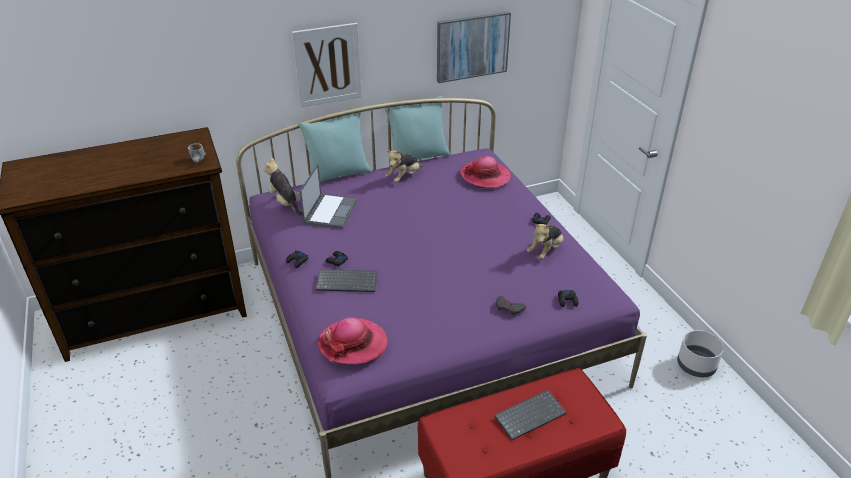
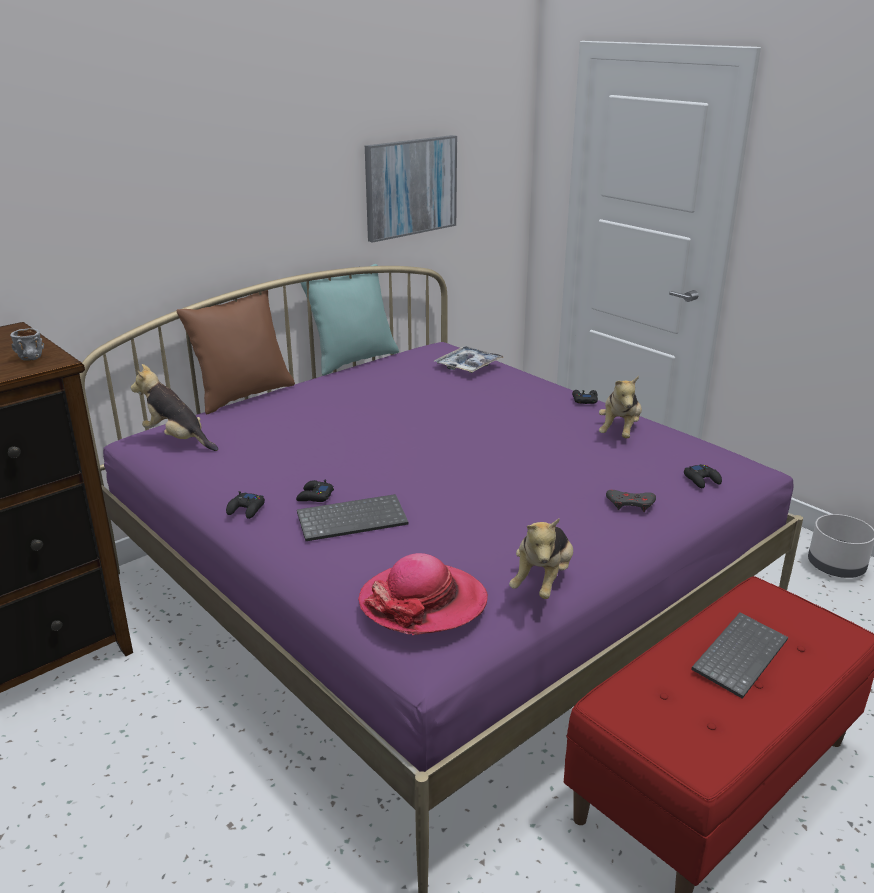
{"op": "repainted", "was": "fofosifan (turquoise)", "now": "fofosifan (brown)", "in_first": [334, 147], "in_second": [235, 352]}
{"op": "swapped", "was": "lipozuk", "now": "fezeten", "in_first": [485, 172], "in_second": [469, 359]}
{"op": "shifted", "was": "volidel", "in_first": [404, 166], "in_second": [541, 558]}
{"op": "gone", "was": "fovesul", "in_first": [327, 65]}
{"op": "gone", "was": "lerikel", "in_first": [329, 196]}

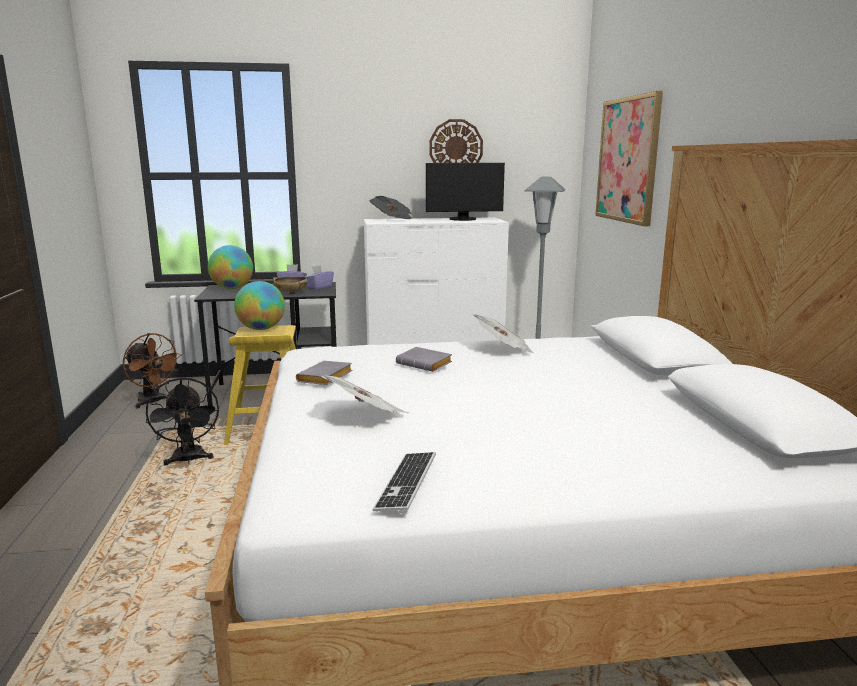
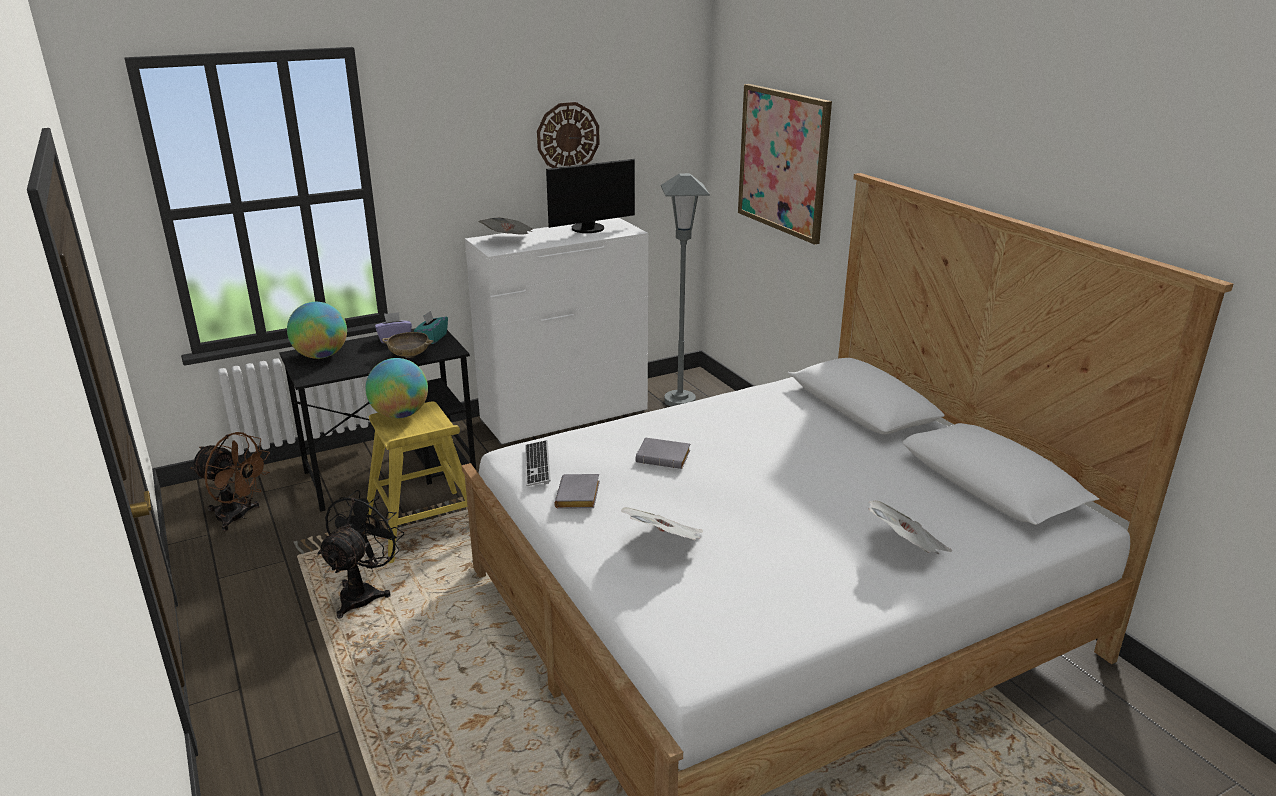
{"op": "rotated", "was": "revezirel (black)", "in_first": [182, 421], "in_second": [360, 554], "clockwise": -120}
{"op": "repainted", "was": "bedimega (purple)", "now": "bedimega (turquoise)", "in_first": [320, 277], "in_second": [431, 327]}
{"op": "shifted", "was": "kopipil", "in_first": [404, 482], "in_second": [538, 463]}
{"op": "shifted", "was": "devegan", "in_first": [503, 334], "in_second": [910, 527]}

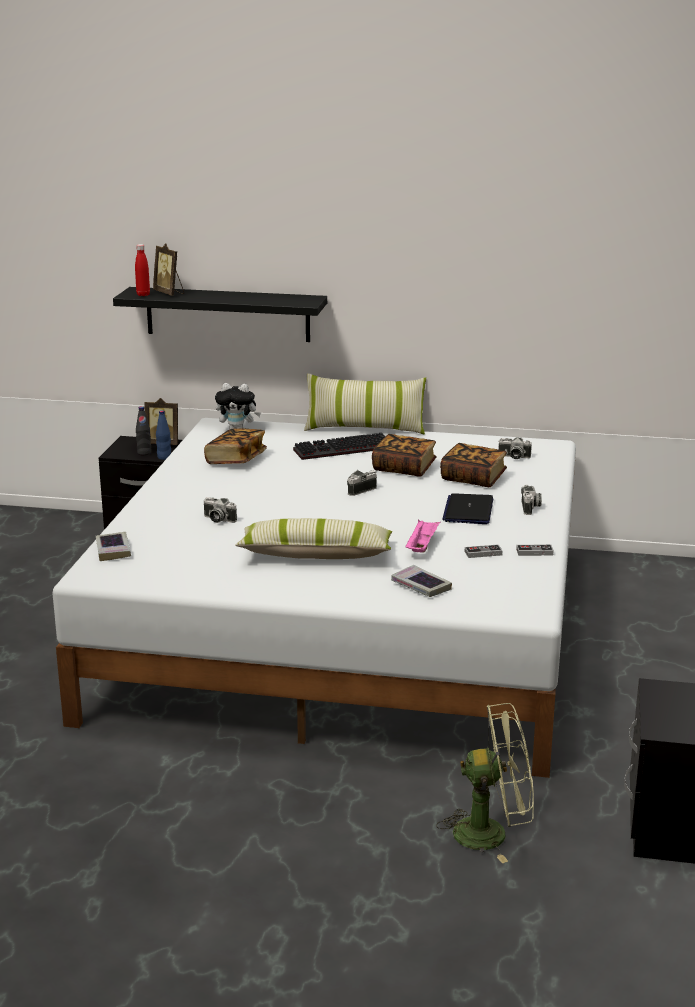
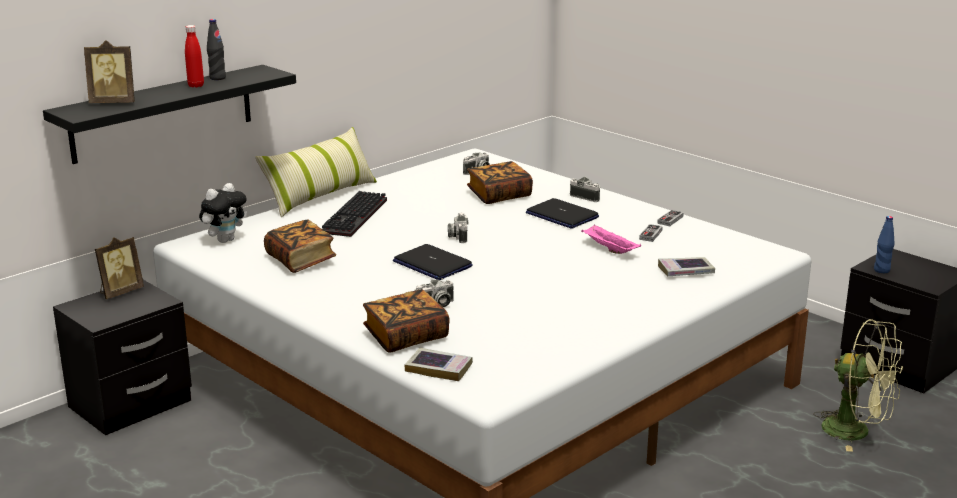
{"op": "shifted", "was": "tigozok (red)", "in_first": [142, 270], "in_second": [194, 56]}
{"op": "shifted", "was": "tigozok (black)", "in_first": [143, 431], "in_second": [216, 49]}
{"op": "shifted", "was": "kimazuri", "in_first": [404, 455], "in_second": [406, 321]}
{"op": "new", "now": "lerikel", "in_second": [433, 262]}
{"op": "rotated", "was": "revezirel (green)", "in_first": [485, 783], "in_second": [858, 385], "clockwise": 90}
{"op": "shifted", "was": "tigozok (blue)", "in_first": [163, 435], "in_second": [884, 244]}
{"op": "gone", "was": "fofosifan", "in_first": [313, 538]}

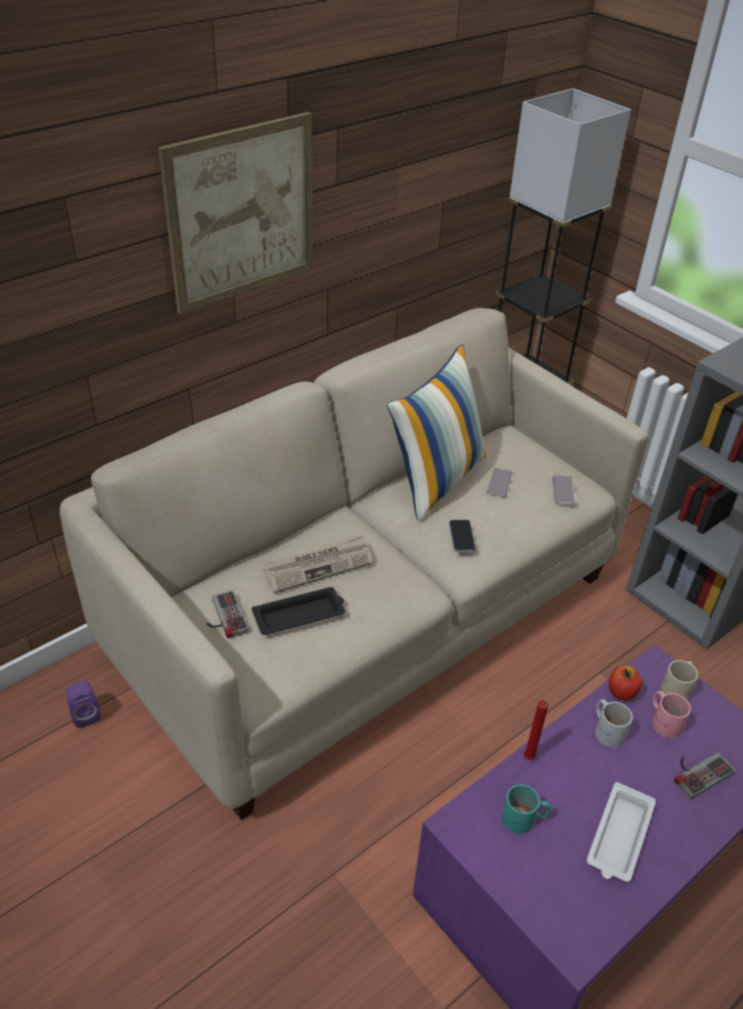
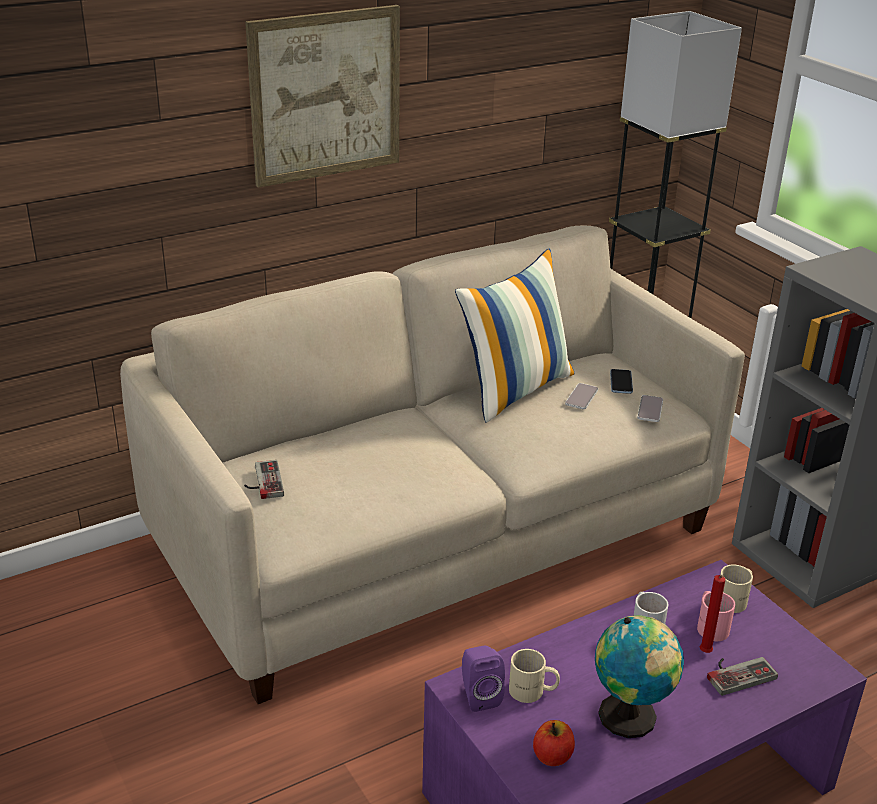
{"op": "shifted", "was": "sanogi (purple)", "in_first": [83, 704], "in_second": [483, 679]}
{"op": "repainted", "was": "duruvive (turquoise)", "now": "duruvive (beige)", "in_first": [526, 809], "in_second": [534, 676]}
{"op": "shifted", "was": "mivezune", "in_first": [625, 683], "in_second": [554, 743]}
{"op": "swapped", "was": "fezeten (white)", "now": "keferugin", "in_first": [621, 832], "in_second": [639, 676]}
{"op": "shifted", "was": "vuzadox", "in_first": [462, 536], "in_second": [621, 381]}
{"op": "shifted", "was": "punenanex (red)", "in_first": [536, 730], "in_second": [713, 614]}
{"op": "gone", "was": "fezeten (black)", "in_first": [298, 611]}
{"op": "gone", "was": "devegan", "in_first": [318, 564]}

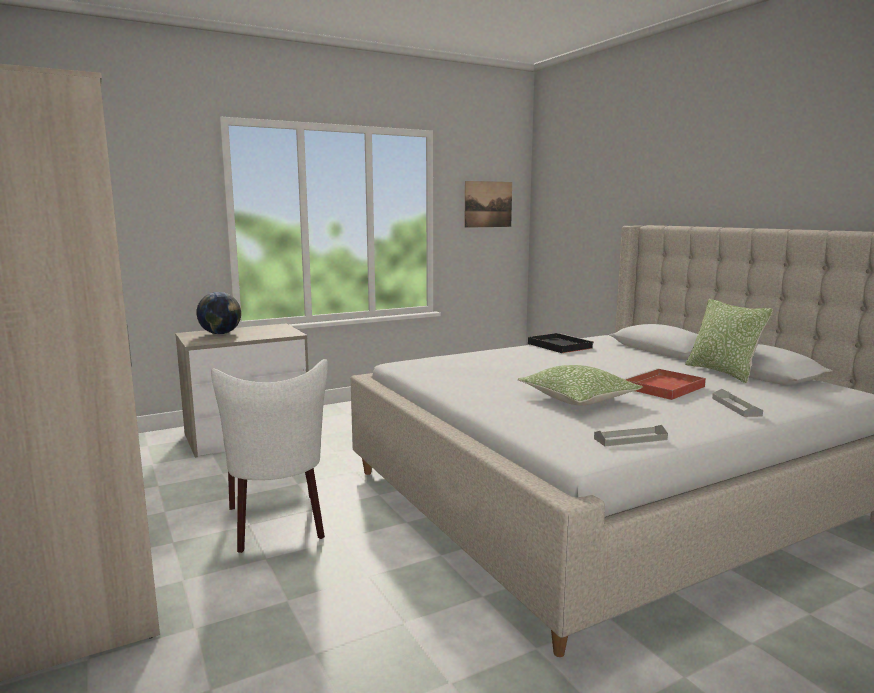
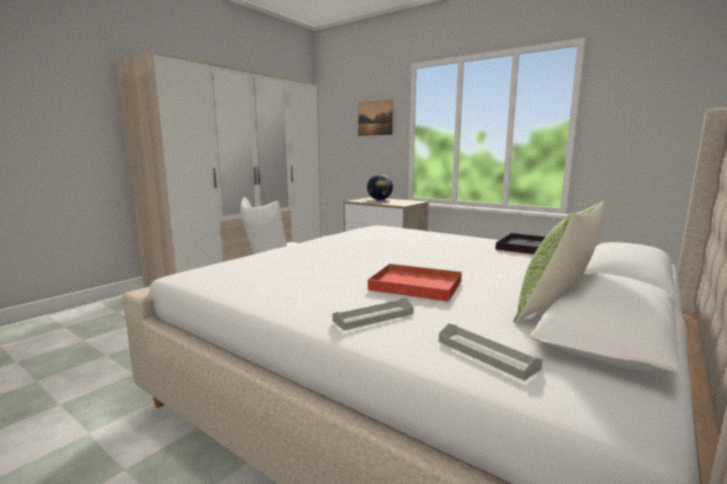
{"op": "shifted", "was": "fovesul", "in_first": [488, 204], "in_second": [375, 117]}
{"op": "shifted", "was": "fezeten (grey)", "in_first": [631, 435], "in_second": [491, 352]}
{"op": "gone", "was": "fofosifan", "in_first": [580, 385]}

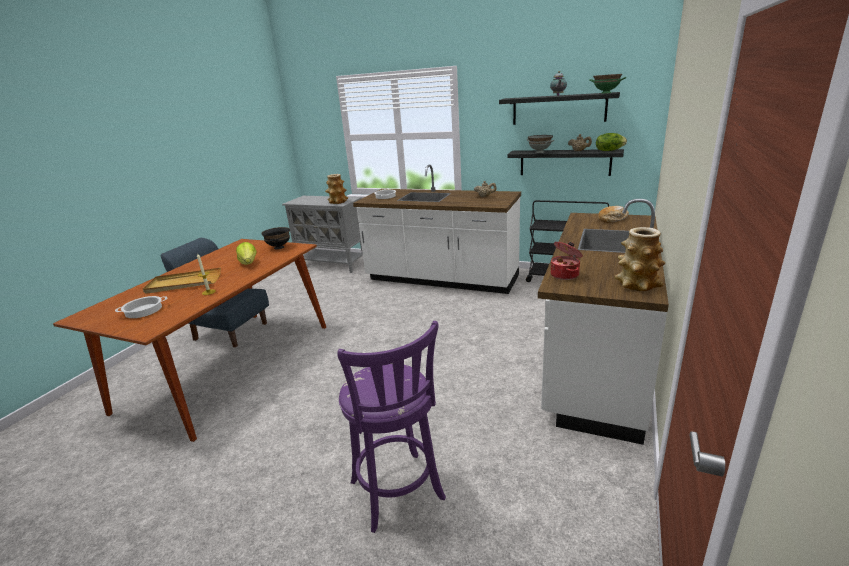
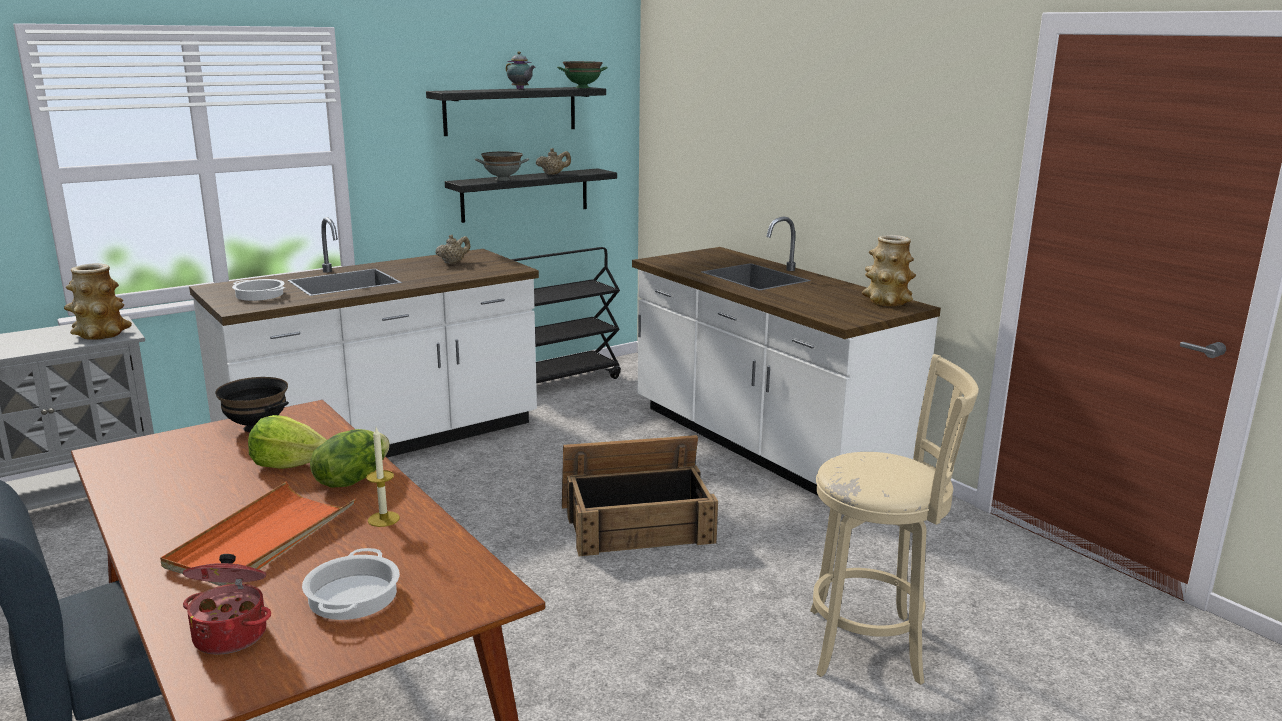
{"op": "repainted", "was": "fezeten (beige)", "now": "fezeten (orange)", "in_first": [182, 281], "in_second": [258, 534]}
{"op": "shifted", "was": "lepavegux", "in_first": [567, 261], "in_second": [227, 604]}
{"op": "shifted", "was": "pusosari", "in_first": [611, 142], "in_second": [350, 458]}
{"op": "new", "now": "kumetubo", "in_second": [640, 495]}
{"op": "repainted", "was": "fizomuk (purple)", "now": "fizomuk (beige)", "in_first": [391, 427], "in_second": [894, 519]}
{"op": "gone", "was": "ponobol", "in_first": [613, 214]}

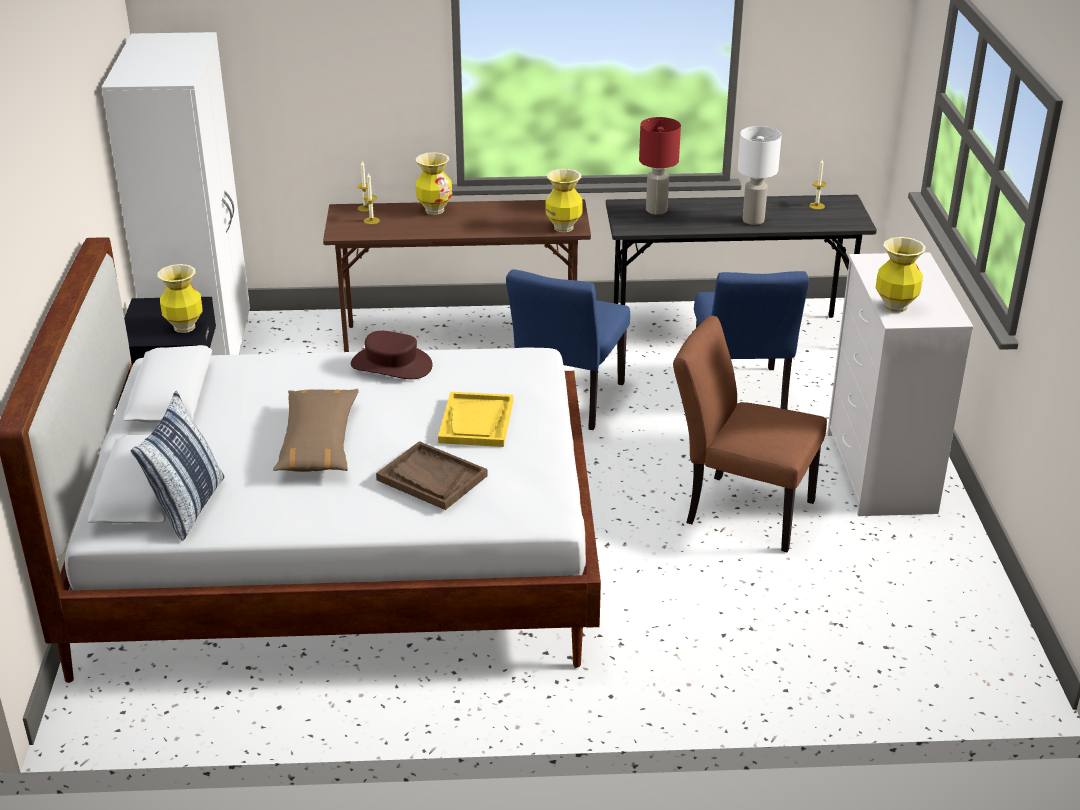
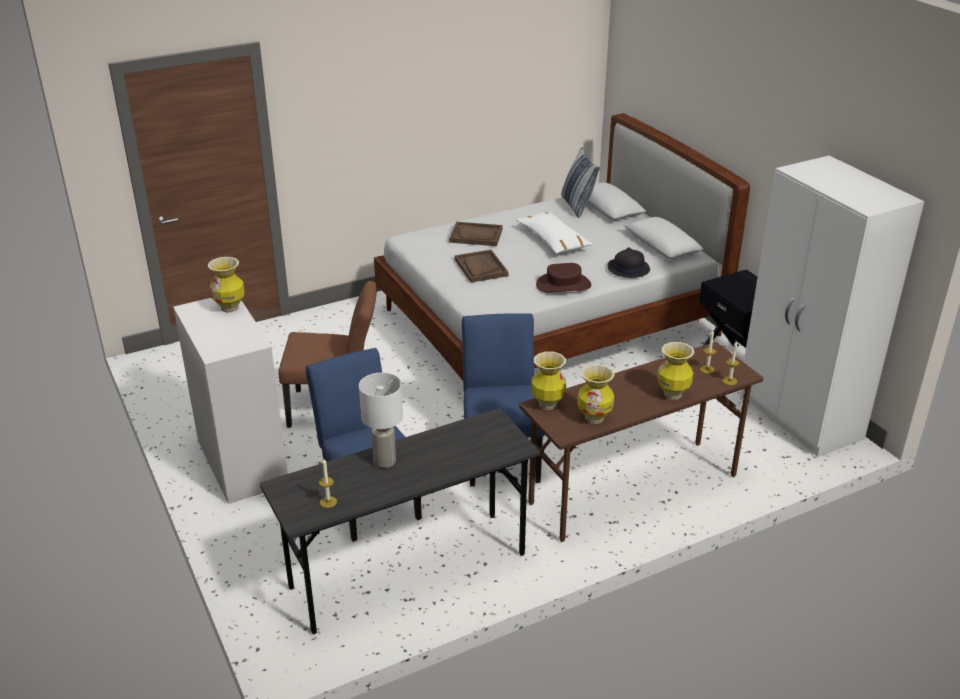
{"op": "repainted", "was": "fezeten (yellow)", "now": "fezeten (brown)", "in_first": [475, 419], "in_second": [481, 266]}
{"op": "repainted", "was": "fofosifan (brown)", "now": "fofosifan (white)", "in_first": [316, 430], "in_second": [554, 233]}
{"op": "shifted", "was": "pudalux", "in_first": [180, 298], "in_second": [596, 394]}
{"op": "new", "now": "lipozuk (black)", "in_second": [628, 263]}
{"op": "gone", "was": "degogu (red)", "in_first": [660, 166]}

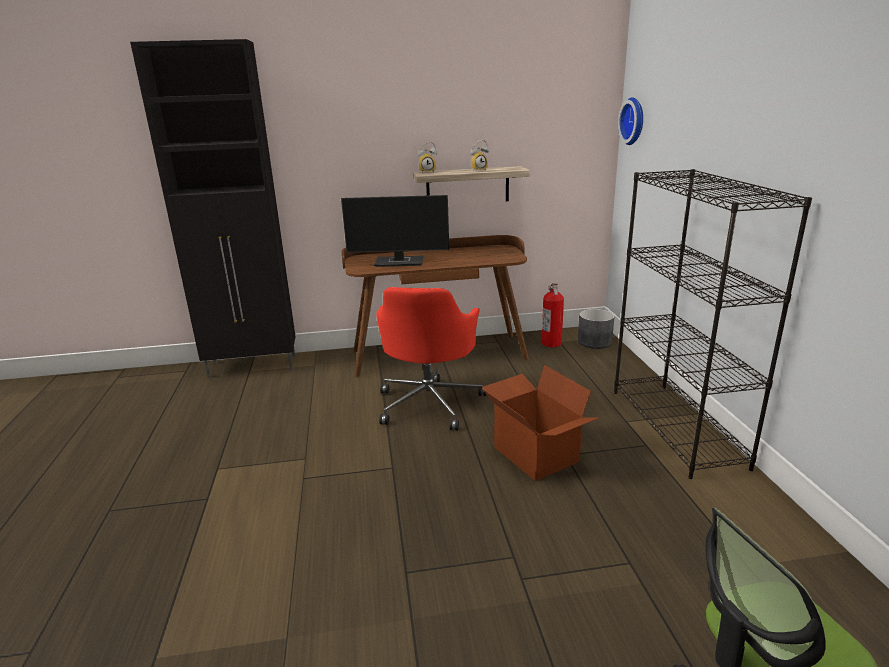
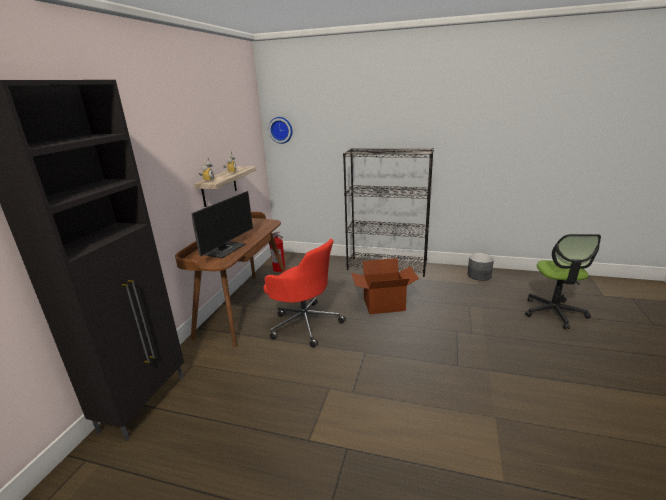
{"op": "shifted", "was": "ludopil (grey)", "in_first": [596, 329], "in_second": [480, 267]}

